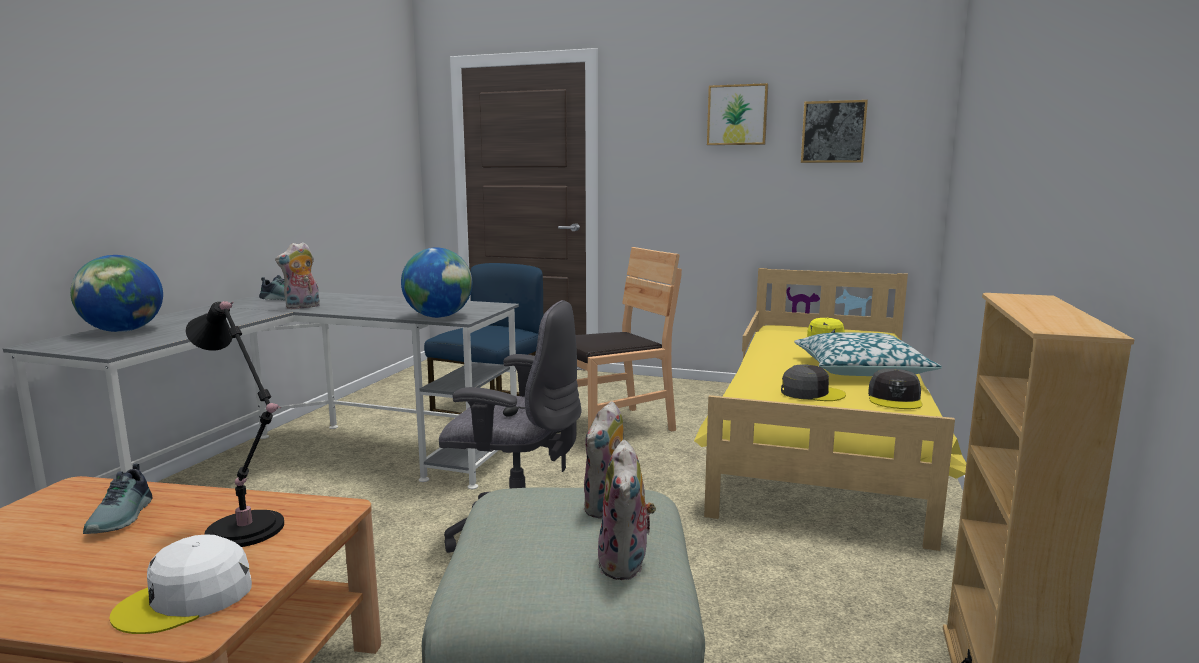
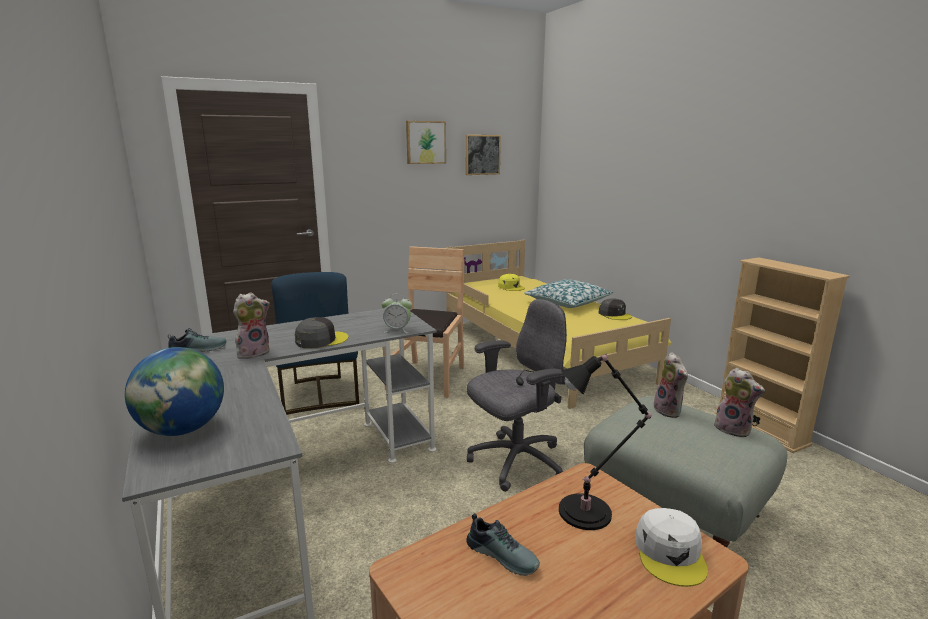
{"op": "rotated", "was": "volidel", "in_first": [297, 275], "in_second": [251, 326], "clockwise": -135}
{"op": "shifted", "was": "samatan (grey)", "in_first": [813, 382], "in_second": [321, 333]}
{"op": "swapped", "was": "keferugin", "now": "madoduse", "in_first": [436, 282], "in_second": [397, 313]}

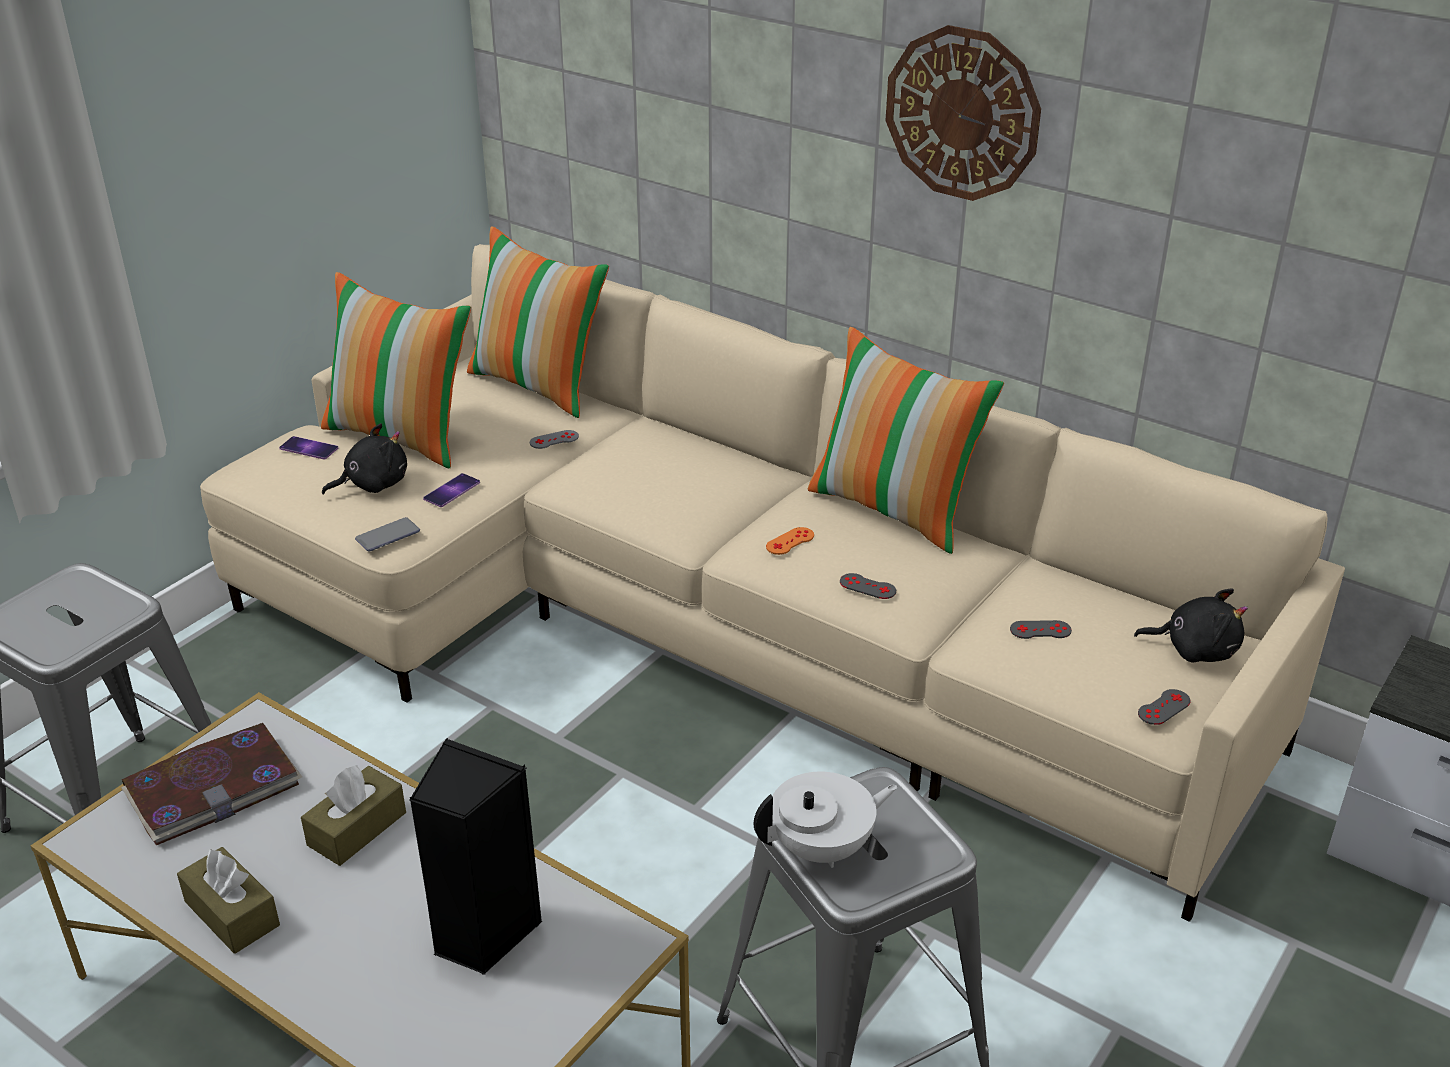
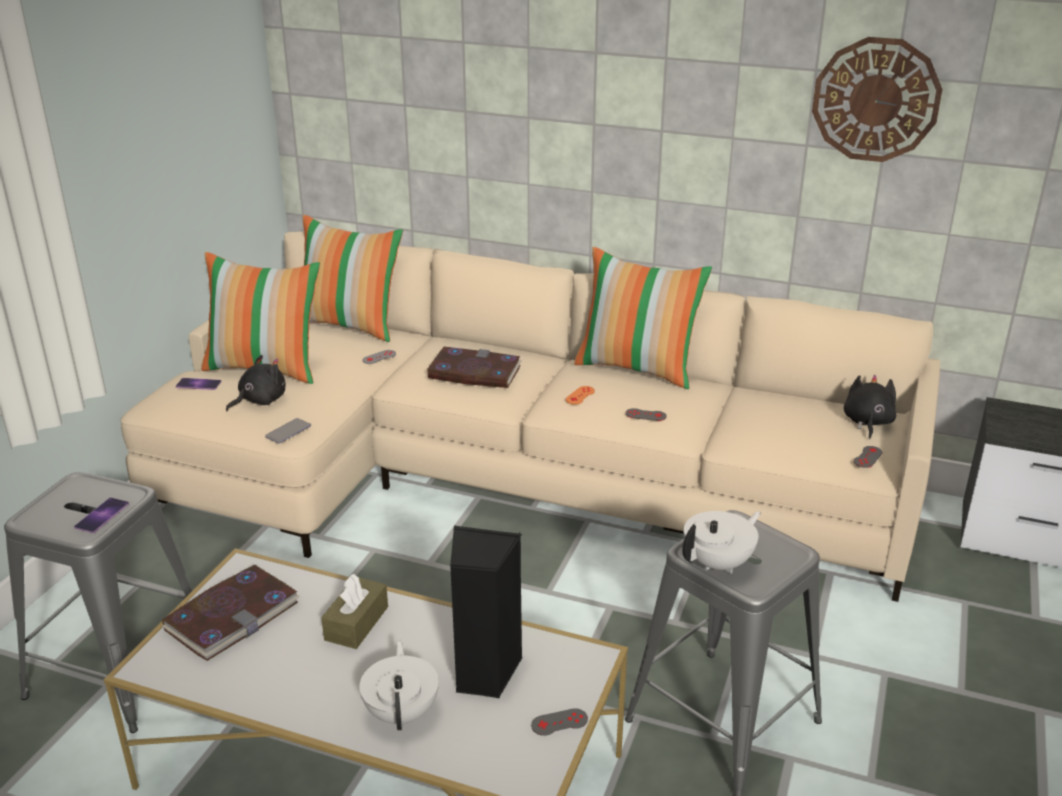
{"op": "shifted", "was": "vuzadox", "in_first": [451, 490], "in_second": [101, 515]}
{"op": "new", "now": "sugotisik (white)", "in_second": [399, 685]}
{"op": "new", "now": "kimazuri", "in_second": [474, 367]}
{"op": "shifted", "was": "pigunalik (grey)", "in_first": [1041, 629], "in_second": [559, 722]}
{"op": "shifted", "was": "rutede", "in_first": [963, 113], "in_second": [877, 99]}
{"op": "rotated", "was": "volidel (black)", "in_first": [1191, 625], "in_second": [870, 407], "clockwise": -75}
{"op": "gone", "was": "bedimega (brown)", "in_first": [228, 900]}

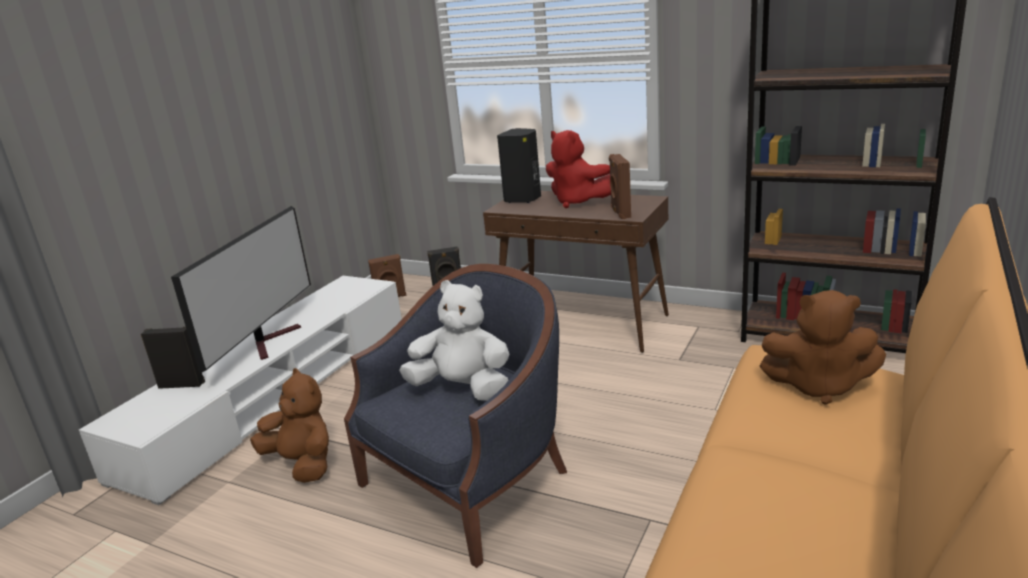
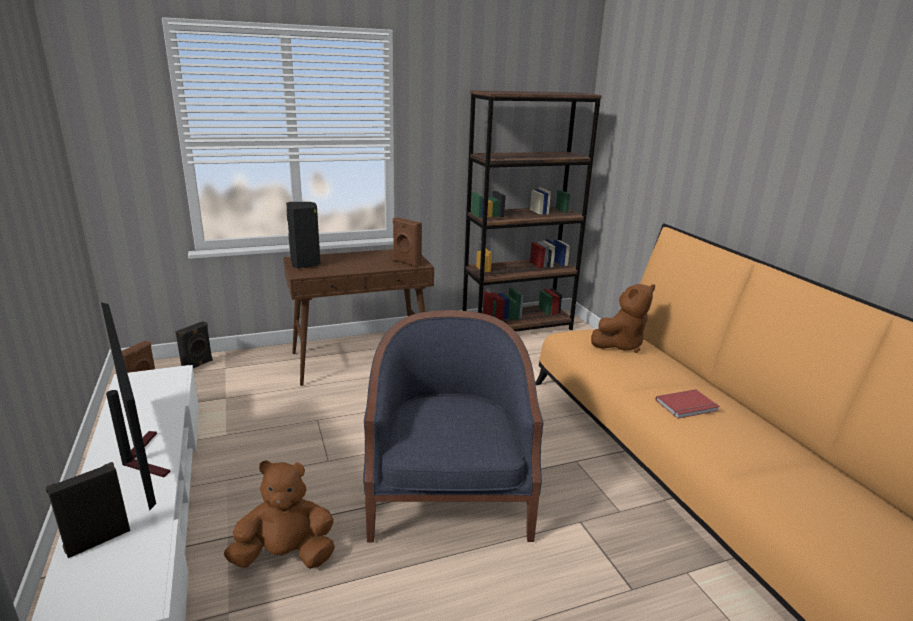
{"op": "new", "now": "kimazuri (red)", "in_second": [688, 404]}
{"op": "gone", "was": "volidel (white)", "in_first": [454, 340]}
{"op": "gone", "was": "volidel (red)", "in_first": [578, 169]}

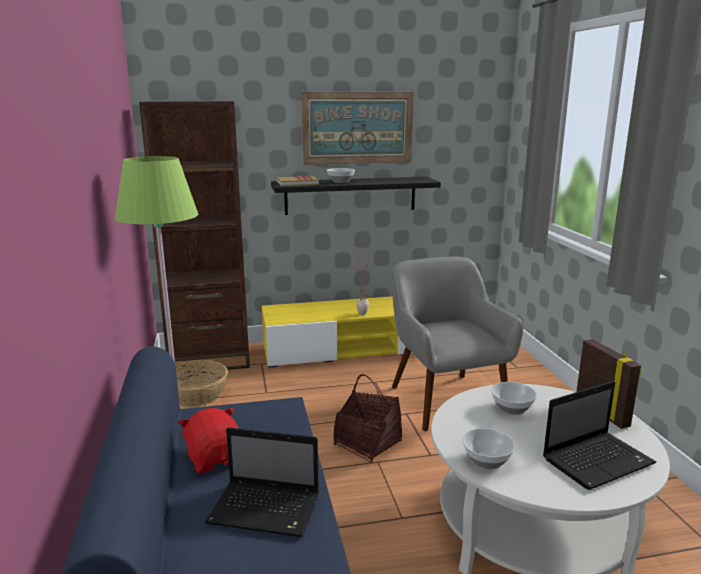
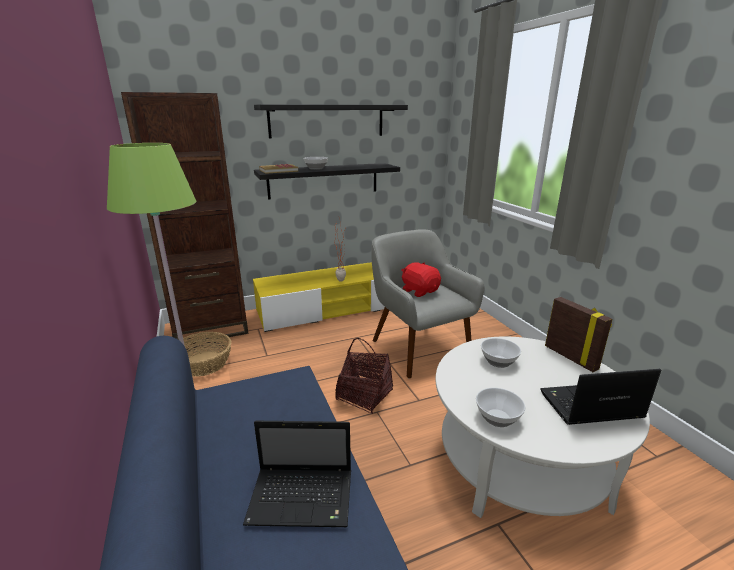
{"op": "swapped", "was": "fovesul", "now": "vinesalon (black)", "in_first": [357, 128], "in_second": [331, 121]}
{"op": "shifted", "was": "volidel (red)", "in_first": [208, 440], "in_second": [421, 279]}
{"op": "rotated", "was": "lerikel", "in_first": [599, 435], "in_second": [600, 397], "clockwise": -150}

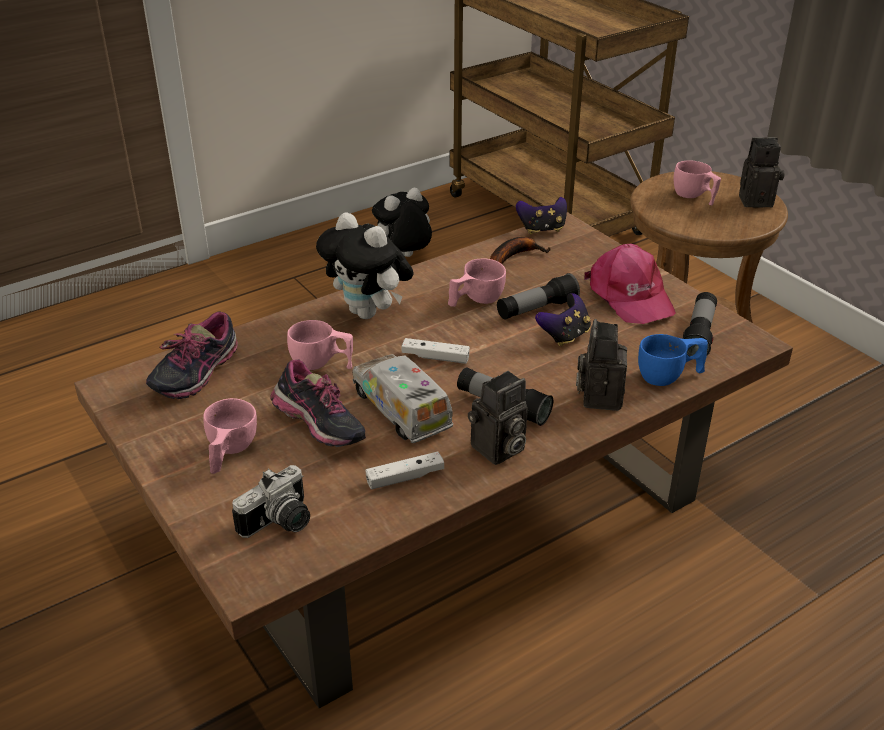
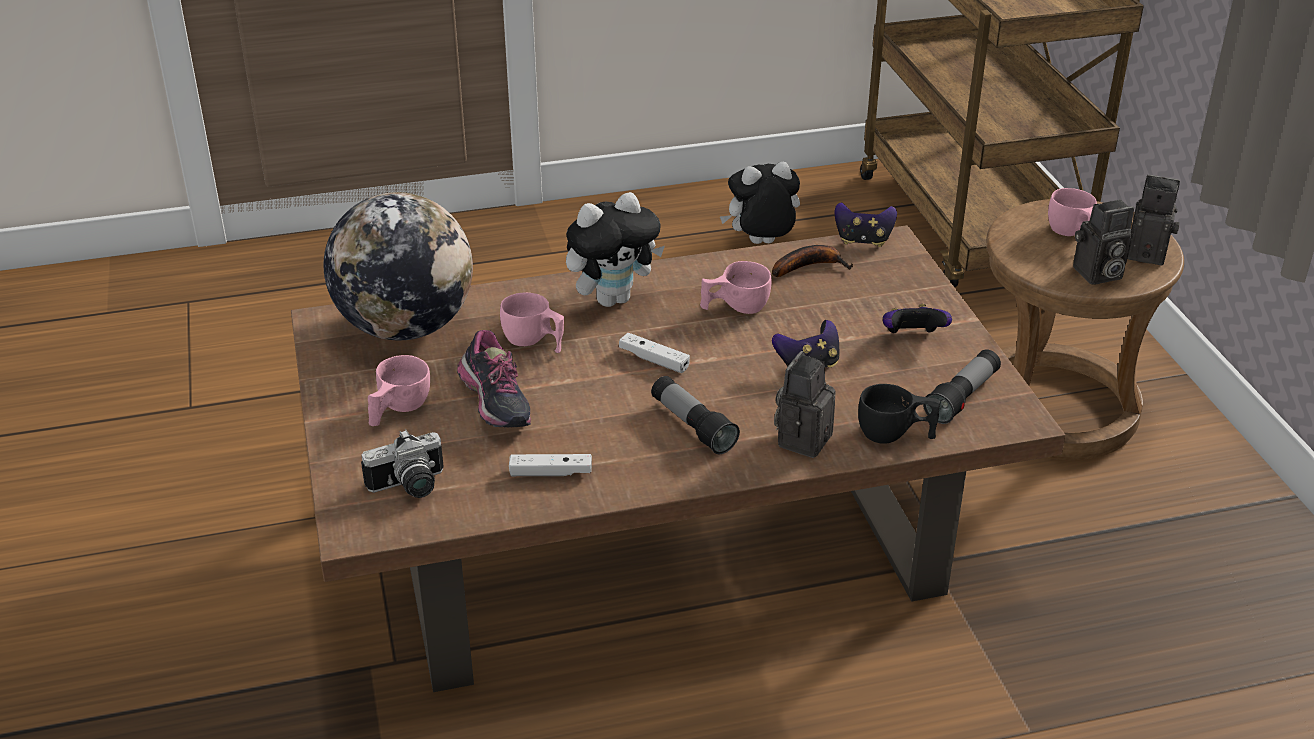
{"op": "swapped", "was": "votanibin", "now": "keferugin", "in_first": [192, 355], "in_second": [398, 266]}
{"op": "rotated", "was": "volidel", "in_first": [365, 265], "in_second": [615, 249], "clockwise": -90}
{"op": "repainted", "was": "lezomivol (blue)", "now": "lezomivol (black)", "in_first": [673, 360], "in_second": [899, 414]}
{"op": "swapped", "was": "samatan (pink)", "now": "pigunalik", "in_first": [630, 284], "in_second": [917, 318]}
{"op": "shifted", "was": "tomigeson", "in_first": [498, 418], "in_second": [1103, 242]}
{"op": "gone", "was": "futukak", "in_first": [402, 398]}
{"op": "gone", "was": "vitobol", "in_first": [538, 296]}

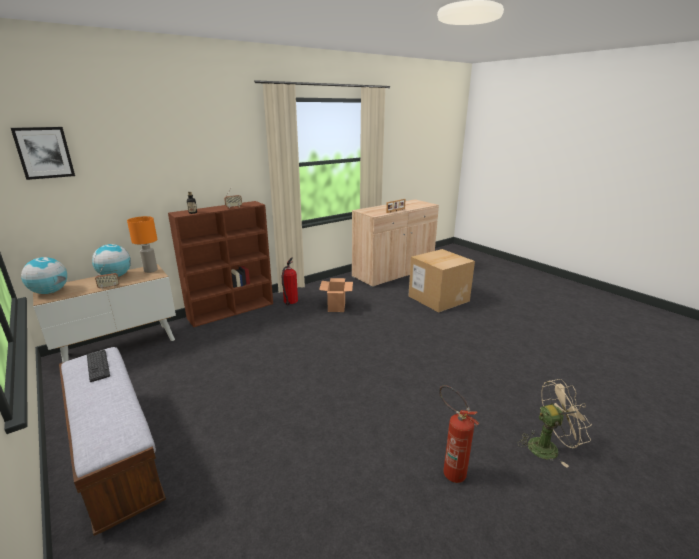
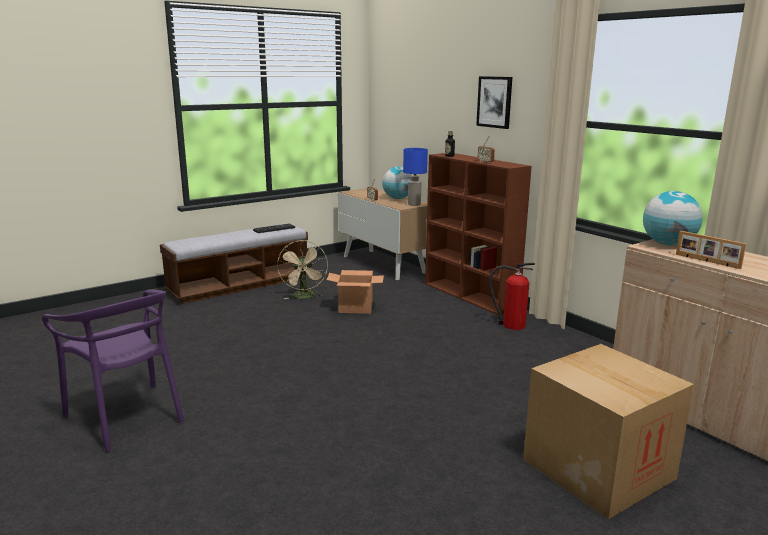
{"op": "swapped", "was": "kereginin", "now": "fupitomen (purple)", "in_first": [459, 434], "in_second": [113, 370]}
{"op": "shifted", "was": "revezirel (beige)", "in_first": [555, 423], "in_second": [302, 269]}
{"op": "shifted", "was": "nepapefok", "in_first": [336, 295], "in_second": [355, 292]}
{"op": "repainted", "was": "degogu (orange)", "now": "degogu (blue)", "in_first": [142, 244], "in_second": [415, 177]}
{"op": "shifted", "was": "fovesul", "in_first": [43, 153], "in_second": [494, 102]}
{"op": "shifted", "was": "keferugin", "in_first": [44, 275], "in_second": [673, 218]}

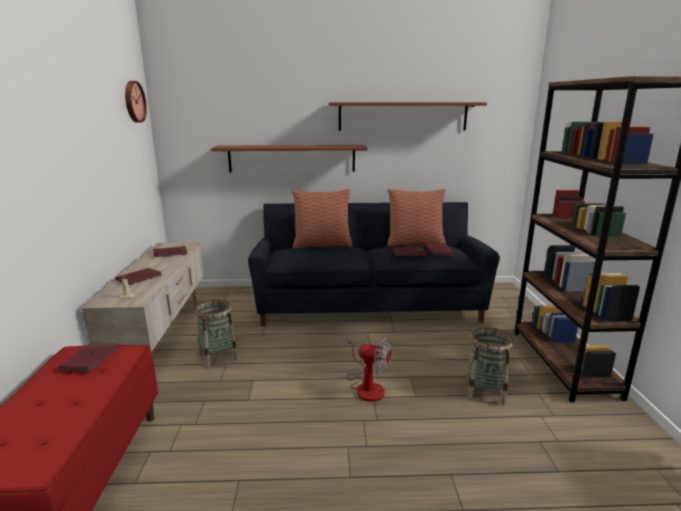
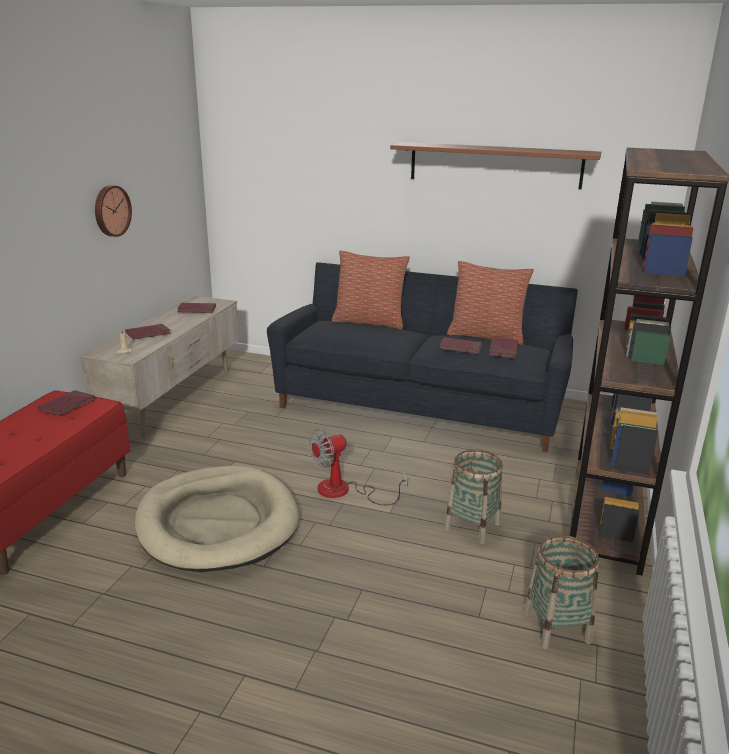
{"op": "shifted", "was": "rutede", "in_first": [136, 102], "in_second": [113, 211]}
{"op": "new", "now": "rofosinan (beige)", "in_second": [217, 519]}
{"op": "rotated", "was": "revezirel", "in_first": [369, 368], "in_second": [358, 467], "clockwise": 105}
{"op": "shifted", "was": "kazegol", "in_first": [216, 333], "in_second": [561, 592]}
{"op": "gone", "was": "vinesalon (brown)", "in_first": [289, 159]}

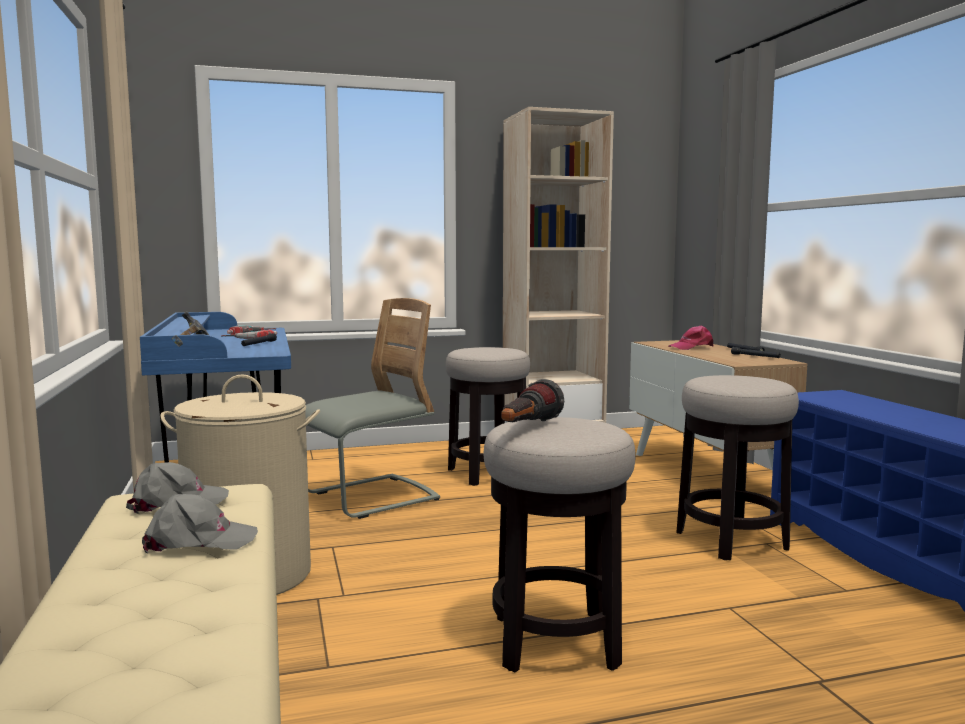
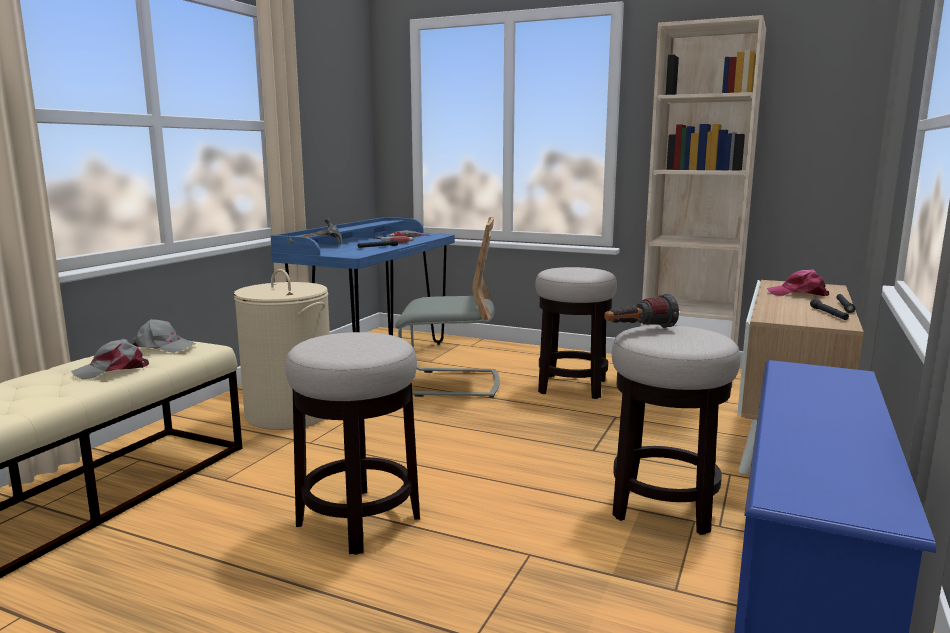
{"op": "rotated", "was": "samatan (grey)", "in_first": [200, 523], "in_second": [110, 359], "clockwise": 120}
{"op": "shifted", "was": "vitobol", "in_first": [532, 400], "in_second": [641, 310]}

